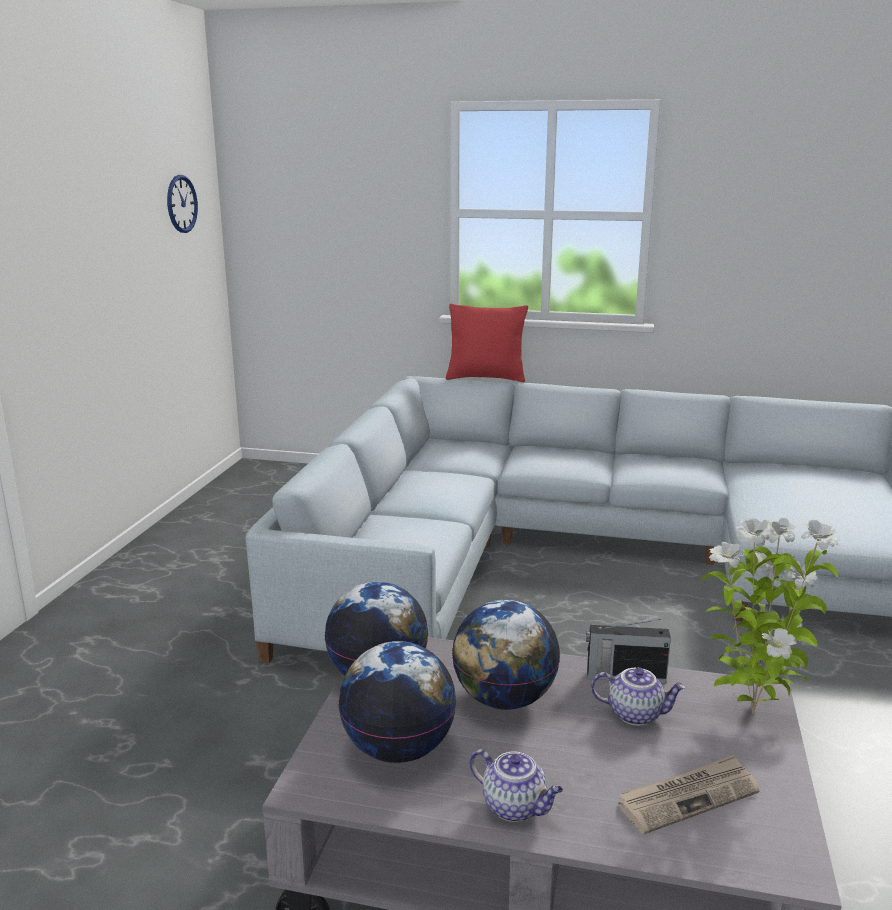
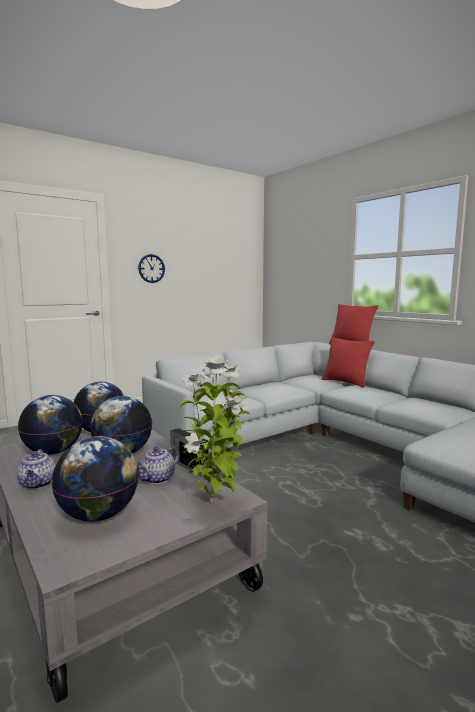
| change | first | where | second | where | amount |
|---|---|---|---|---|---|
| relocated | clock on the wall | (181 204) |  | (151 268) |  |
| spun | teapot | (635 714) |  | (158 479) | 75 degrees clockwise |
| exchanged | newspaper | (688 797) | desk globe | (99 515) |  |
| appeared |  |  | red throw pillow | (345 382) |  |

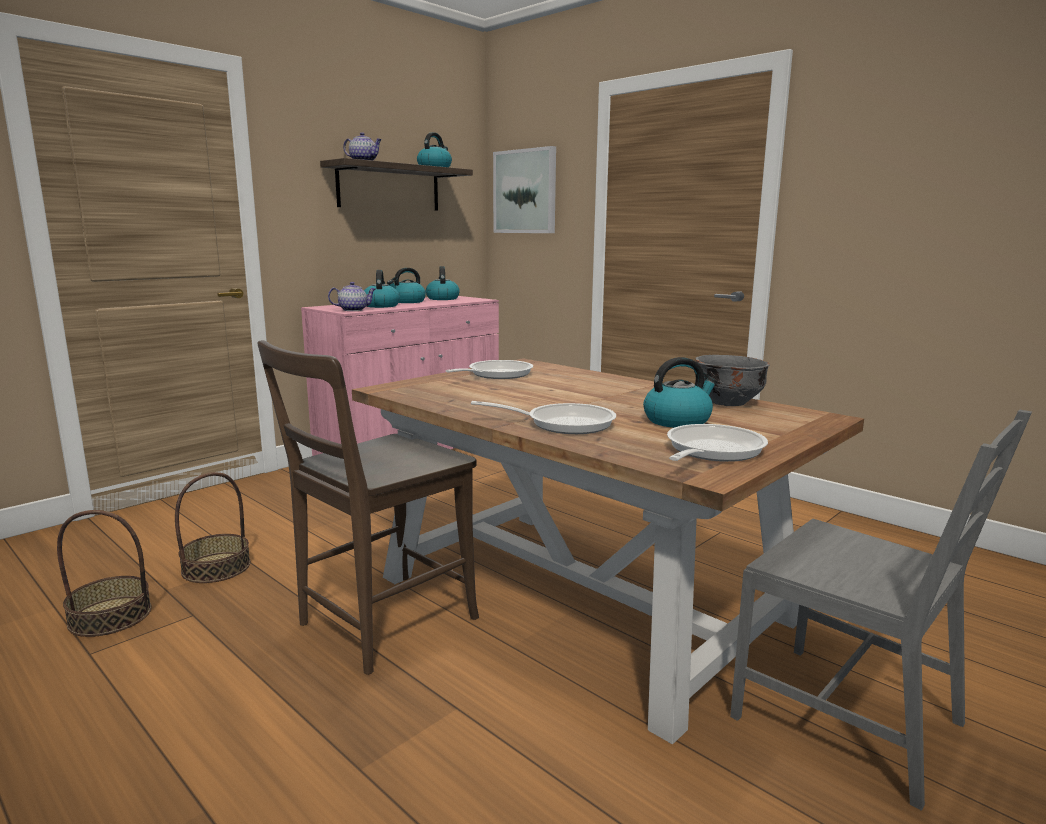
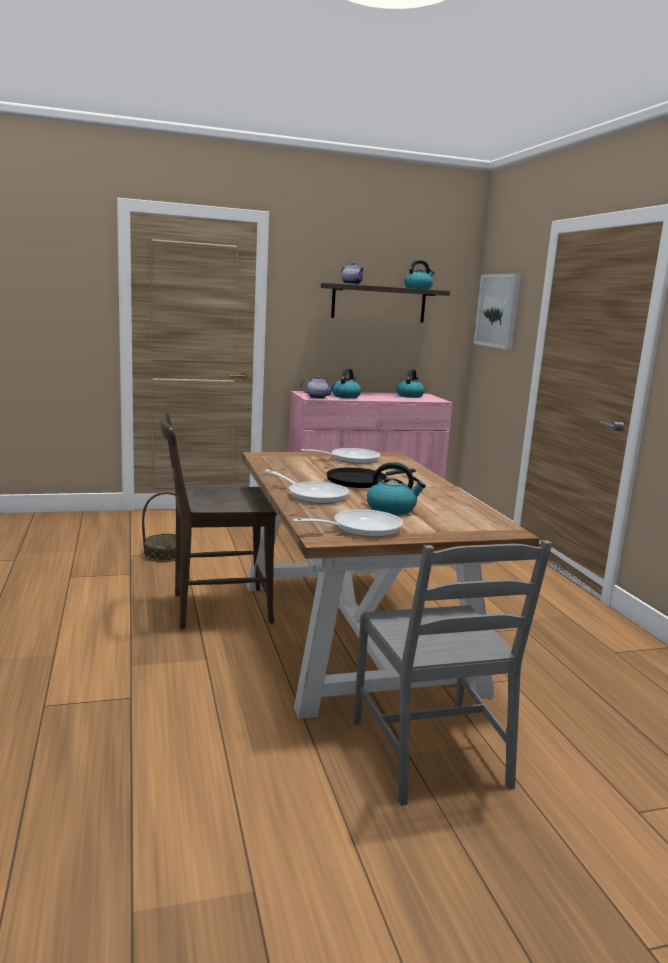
| change | first | where | second | where | amount |
|---|---|---|---|---|---|
| missing | basket | (110 616) |  |  |  |
| missing | kettle | (407 302) |  |  |  |
| missing | gray bowl | (727 402) |  |  |  |
| appeared |  |  | black-coloured frying pan | (360 481) |  |

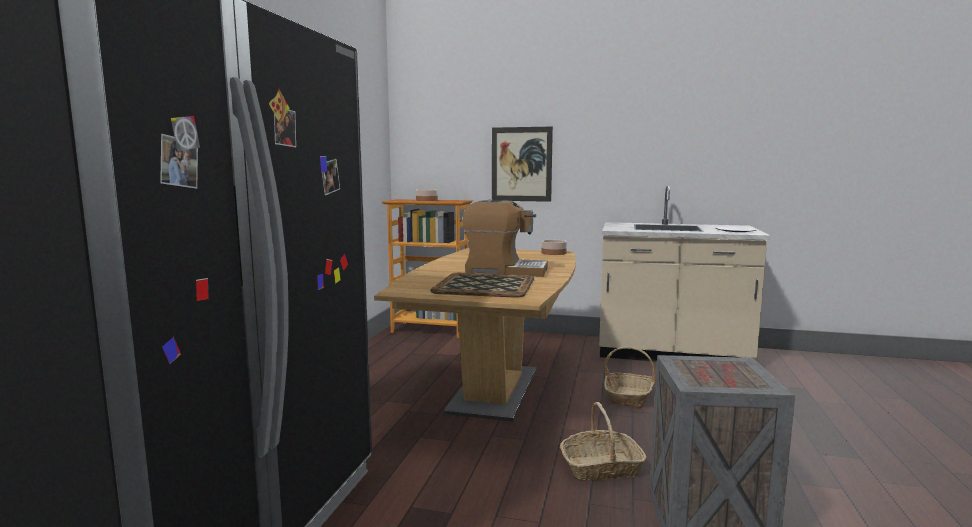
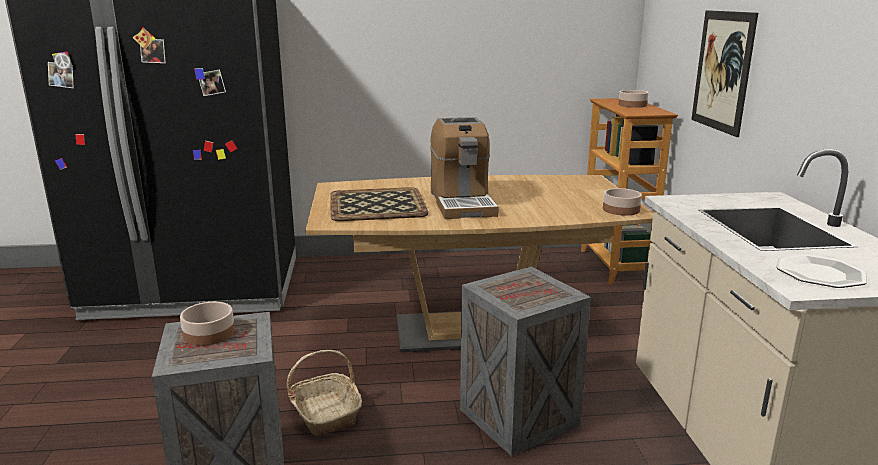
| change | first | where | second | where | amount |
|---|---|---|---|---|---|
| exchanged | basket | (629 396) | crate | (521 418) |  |
| appeared |  |  | bowl | (208 333) |  |

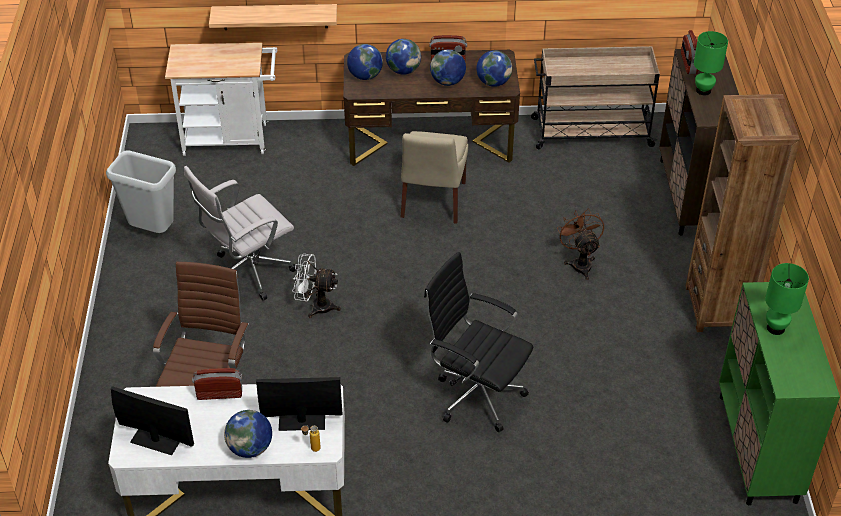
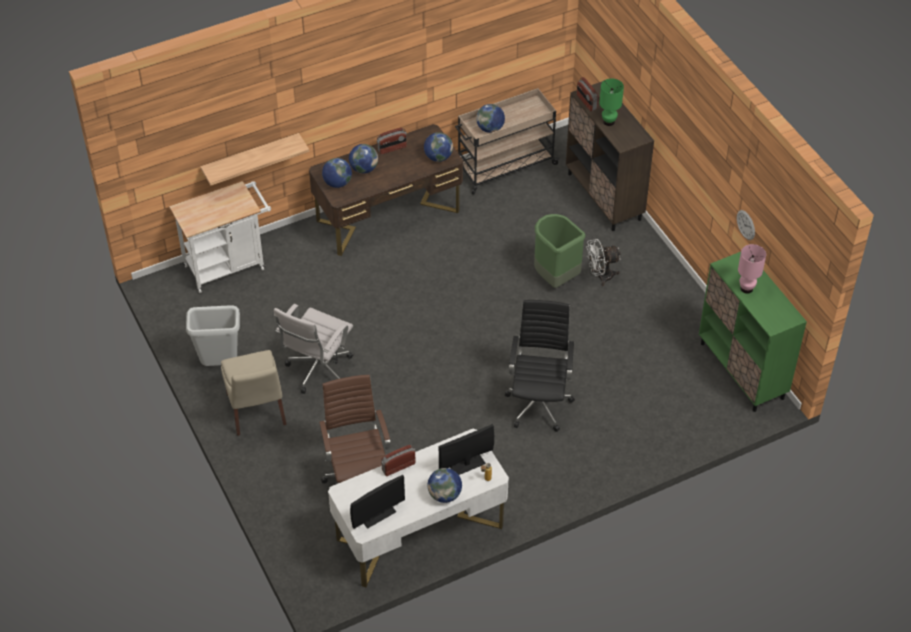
| change | first | where | second | where | amount |
|---|---|---|---|---|---|
| spun | computer screen | (155 441) |  | (377 514) | 150 degrees clockwise |
| relocated | white fan | (316 306) |  | (601 276) |  |
| relocated | sand-coloured plain chair | (432 202) |  | (256 411) |  |
| spun | black-coloured computer chair | (475 395) |  | (539 403) | 90 degrees clockwise |
| relocated | desk globe | (447 82) |  | (490 128) |  |
| exchanged | brown fan | (580 263) | green rubbish bin | (555 277) |  |
| missing | brown shelving unit | (718 308) |  |  |  |
| colour | green table lamp | (776 328) | pinkish table lamp | (746 288) |  |
| appeared |  |  | clock on the wall | (746 225) |  |

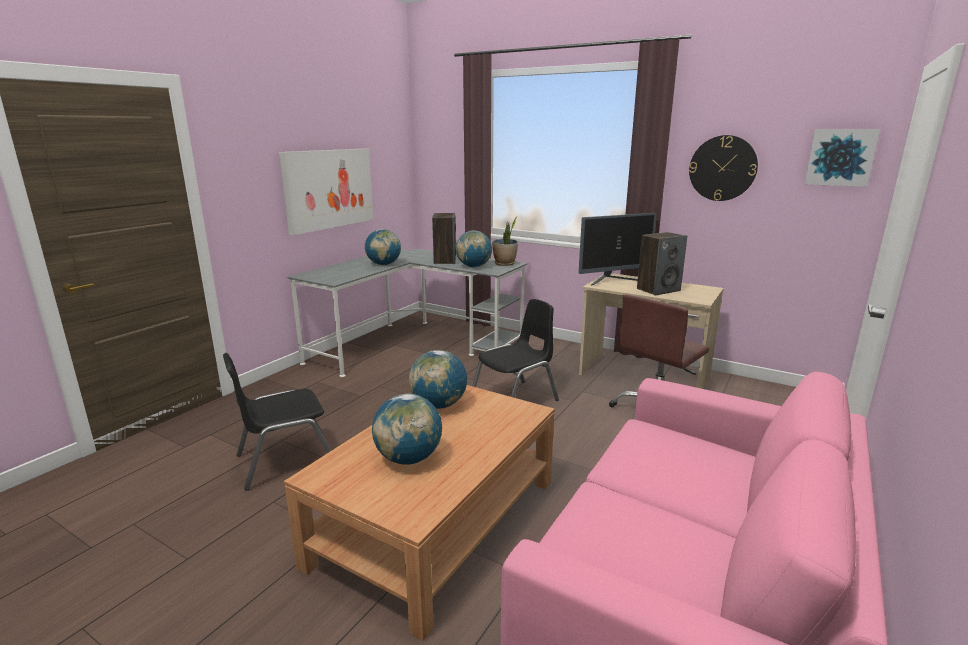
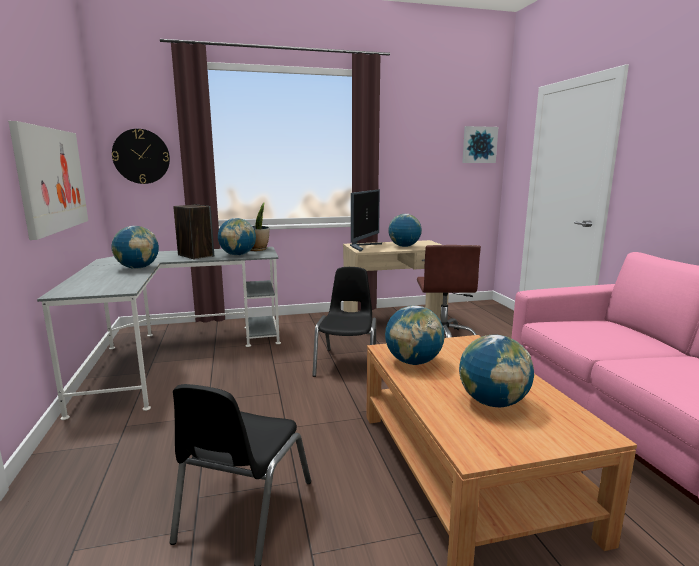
| change | first | where | second | where | amount |
|---|---|---|---|---|---|
| exchanged | speaker | (658 290) | desk globe | (404 246) |  |
| relocated | clock on the wall | (722 168) |  | (141 156) |  |

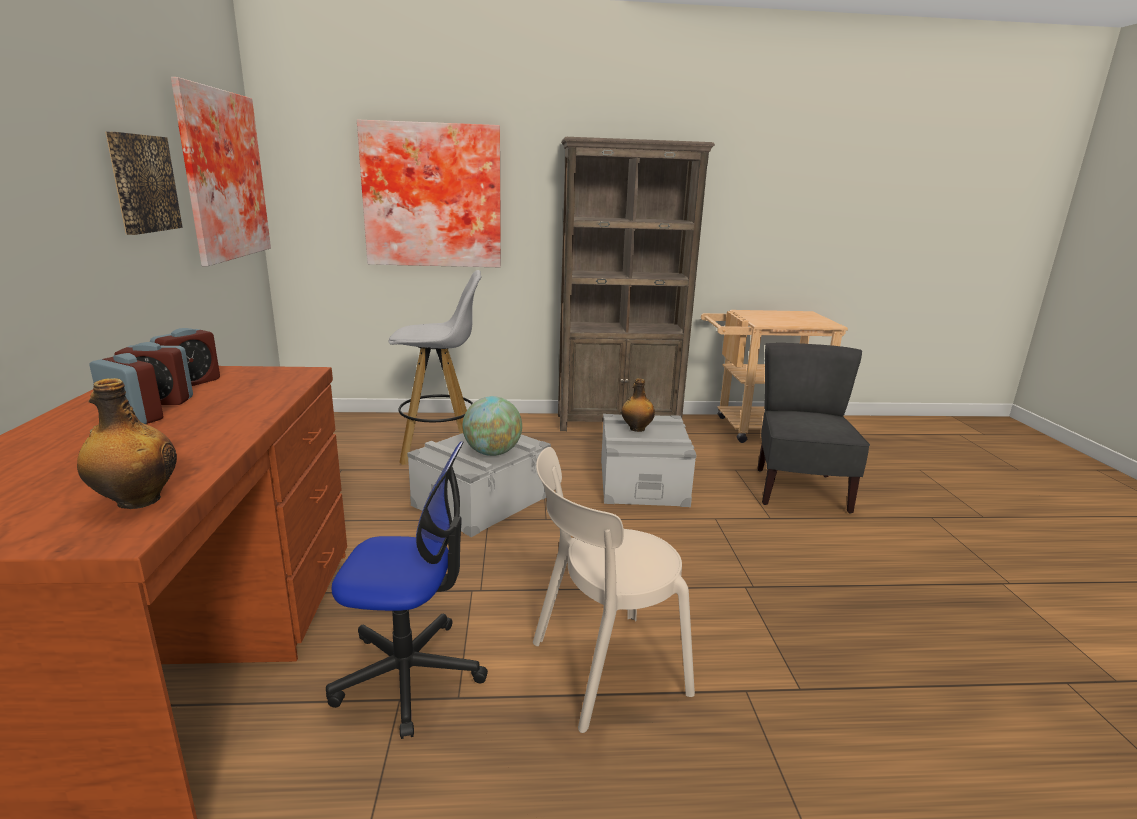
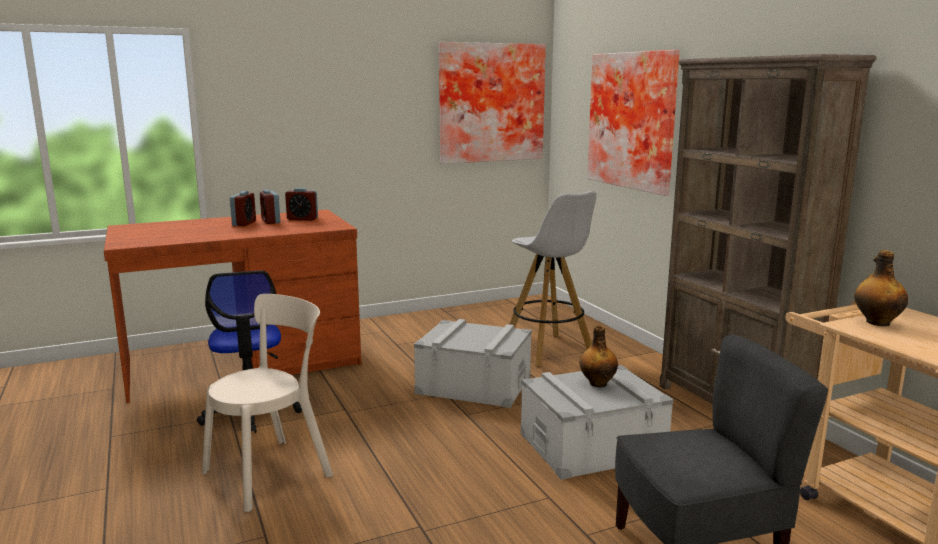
| change | first | where | second | where | amount |
|---|---|---|---|---|---|
| relocated | drink bottle | (137 501) |  | (876 322) |  |
| missing | wall picture | (143 183) |  |  |  |
| missing | desk globe | (492 453) |  |  |  |
| spun | sand-coloured plain chair | (602 670) |  | (273 471) | 90 degrees clockwise |

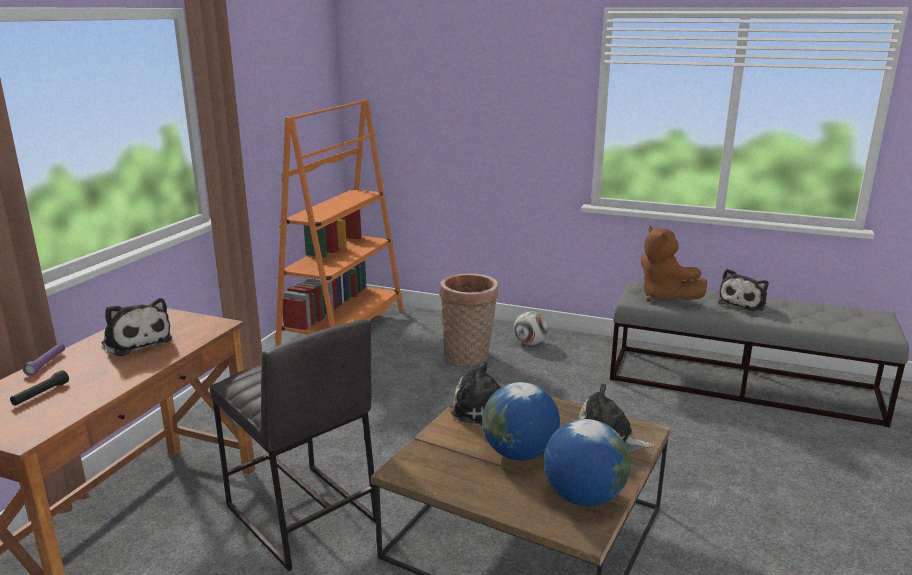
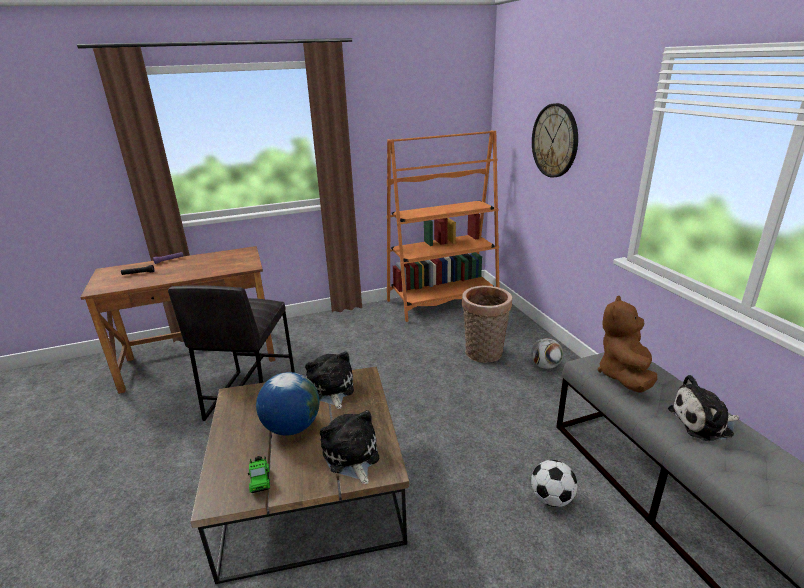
| change | first | where | second | where | amount |
|---|---|---|---|---|---|
| missing | plush toy | (136 341) |  |  |  |
| exchanged | desk globe | (583 497) | toy car | (260 480) |  |
| appeared |  |  | football | (551 498) |  |
| appeared |  |  | clock on the wall | (555 141) |  |

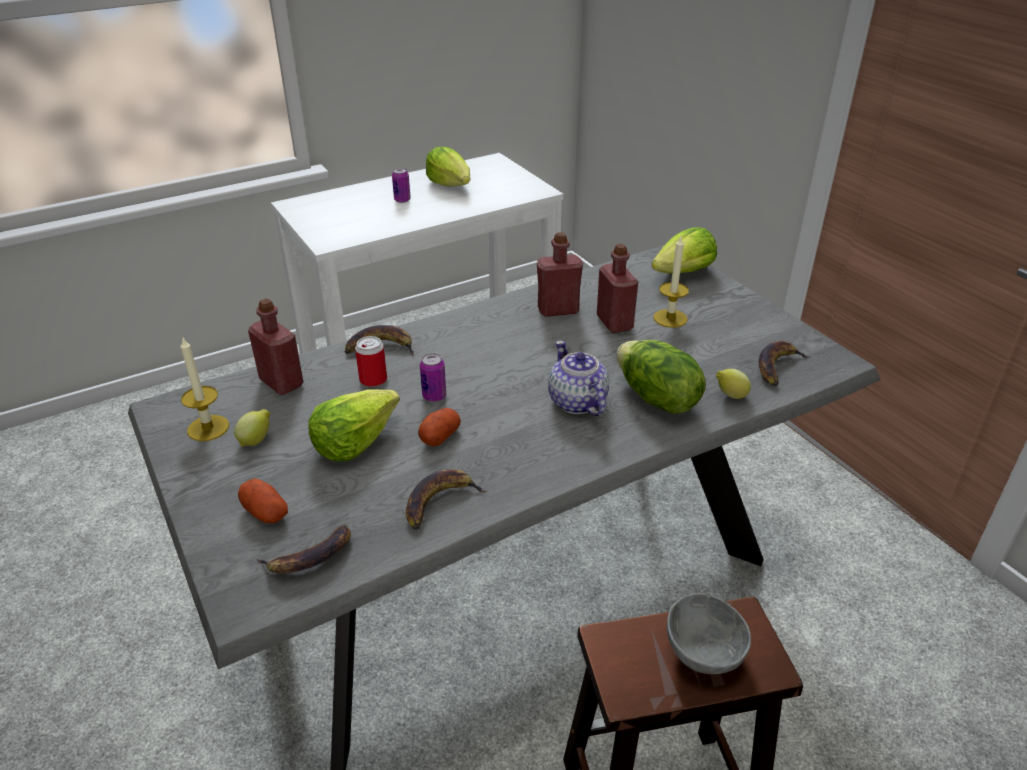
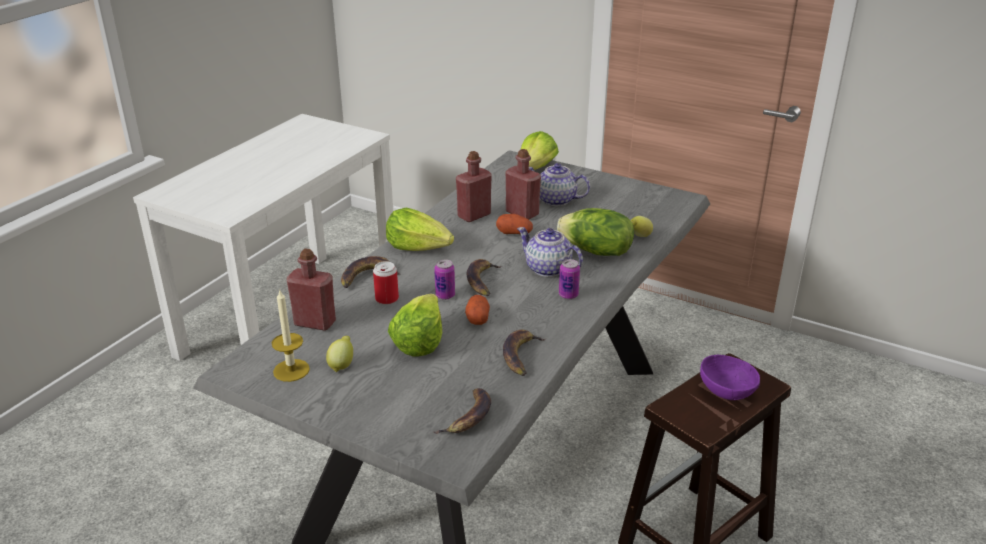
| change | first | where | second | where | amount |
|---|---|---|---|---|---|
| relocated | spud | (266 512) |  | (514 233) |  |
| relocated | sealed can | (402 200) |  | (568 295) |  |
| relocated | head of lettuce | (450 184) |  | (419 247) |  |
| exchanged | candle | (670 318) | teapot | (556 200) |  |
| colour | gray bowl | (705 650) | purple bowl | (727 390) |  |
| relocated | banana | (777 367) |  | (482 281) |  |

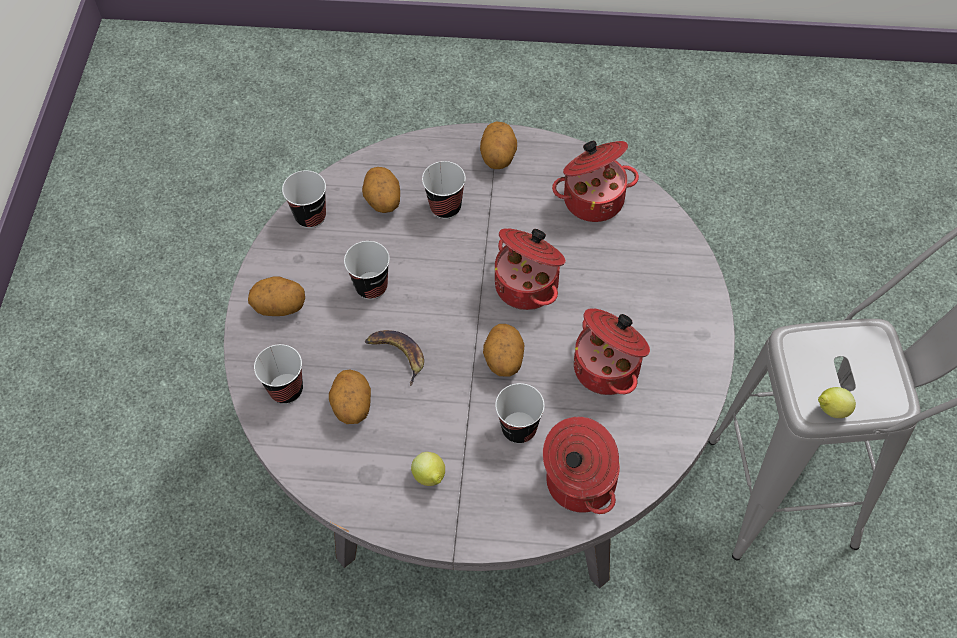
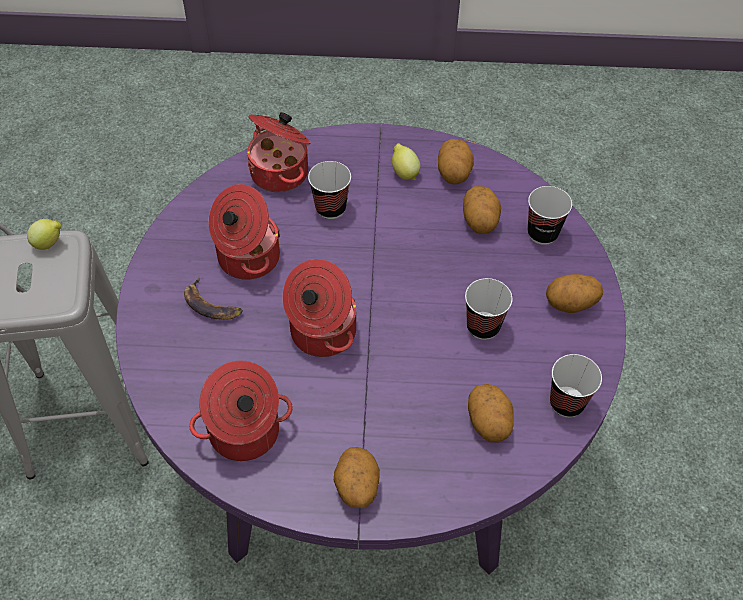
| change | first | where | second | where | amount |
|---|---|---|---|---|---|
| colour | gray dinner table | (482 452) | purple dinner table | (369 446) |  |
| relocated | banana | (397 355) |  | (211 304) |  |
| missing | cup | (445 207) |  |  |  |
| relocated | spud | (503 360) |  | (454 173) |  |

